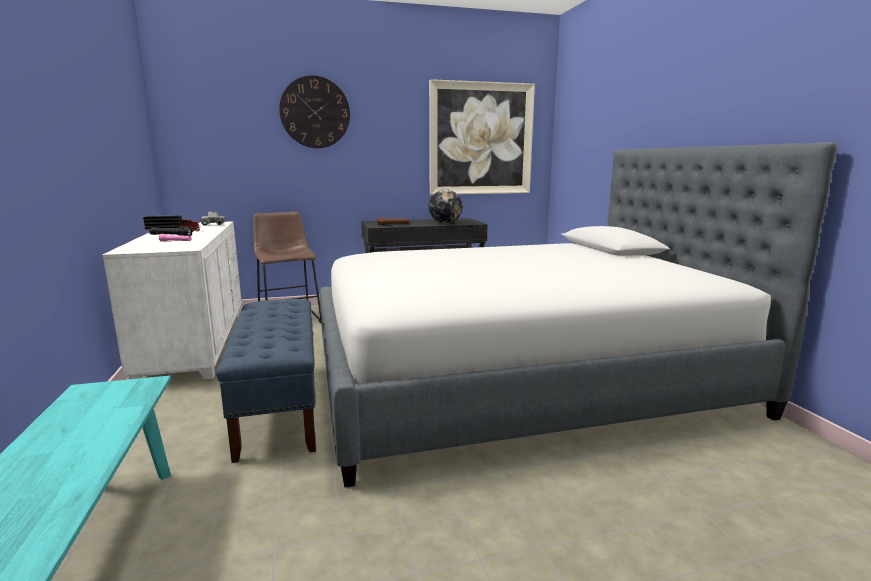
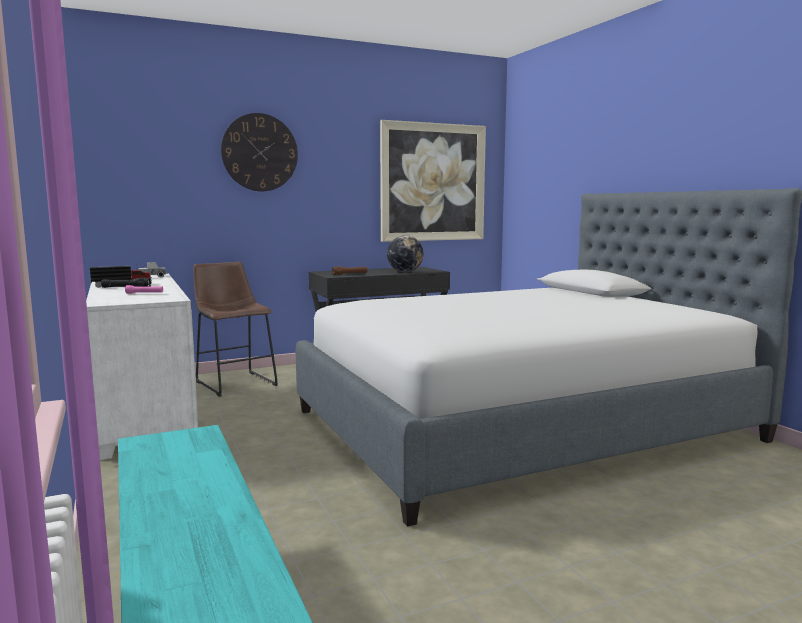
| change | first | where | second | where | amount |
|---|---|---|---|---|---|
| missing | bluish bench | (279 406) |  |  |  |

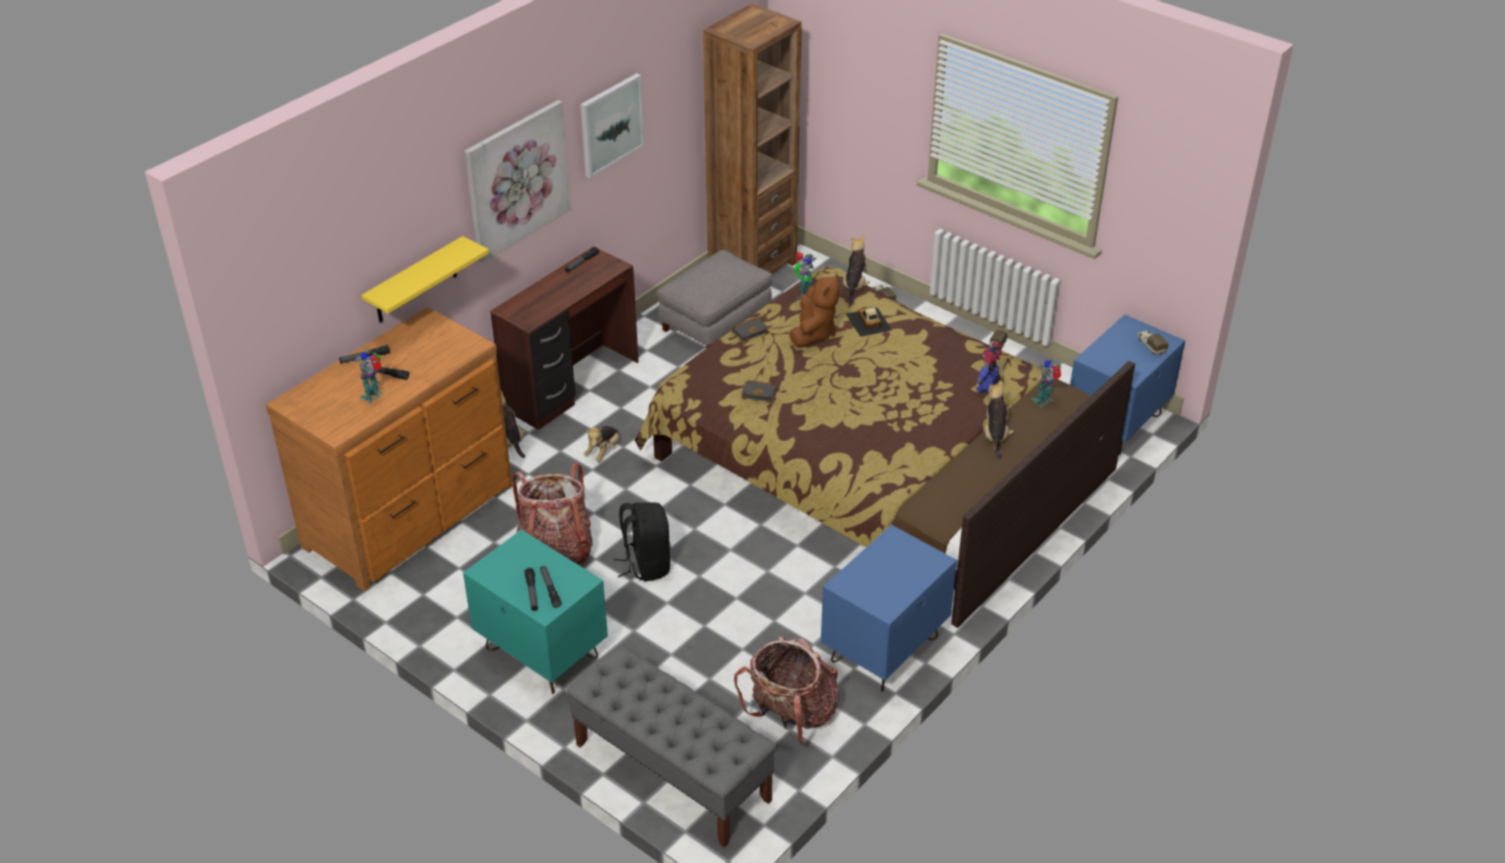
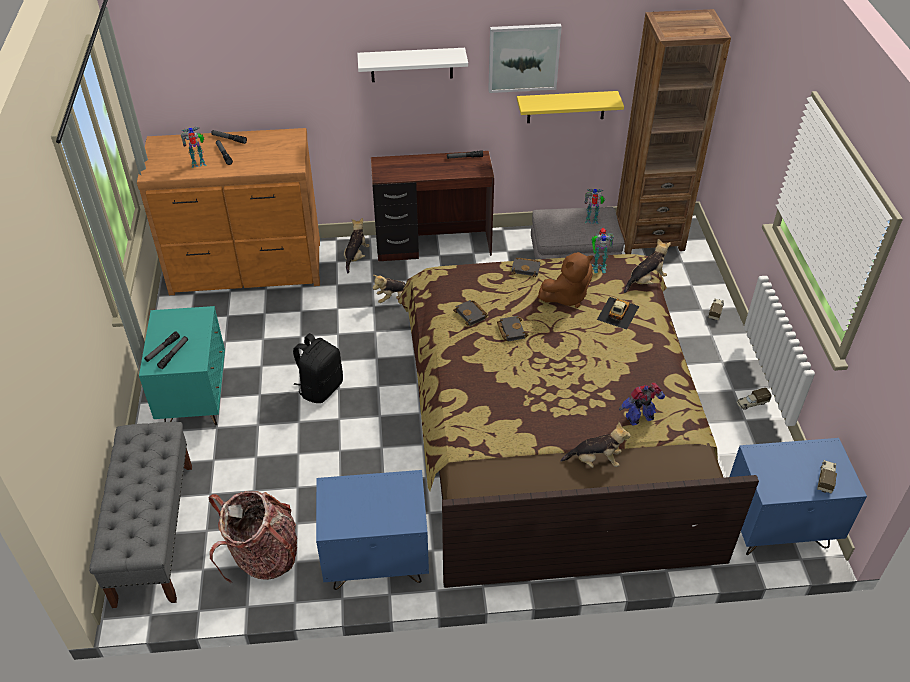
| change | first | where | second | where | amount |
|---|---|---|---|---|---|
| relocated | yellow wall shelf | (415 281) |  | (566 107) |  |
| exchanged | wall picture | (517 180) | white wall shelf | (411 65) |  |
| missing | backpack | (555 550) |  |  |  |
| spun | plush toy | (995 435) |  | (595 461) | 45 degrees clockwise |
| relocated | robot figure | (1044 401) |  | (592 221) |  |
| appeared |  |  | black-coloured bound book | (510 330) |  |

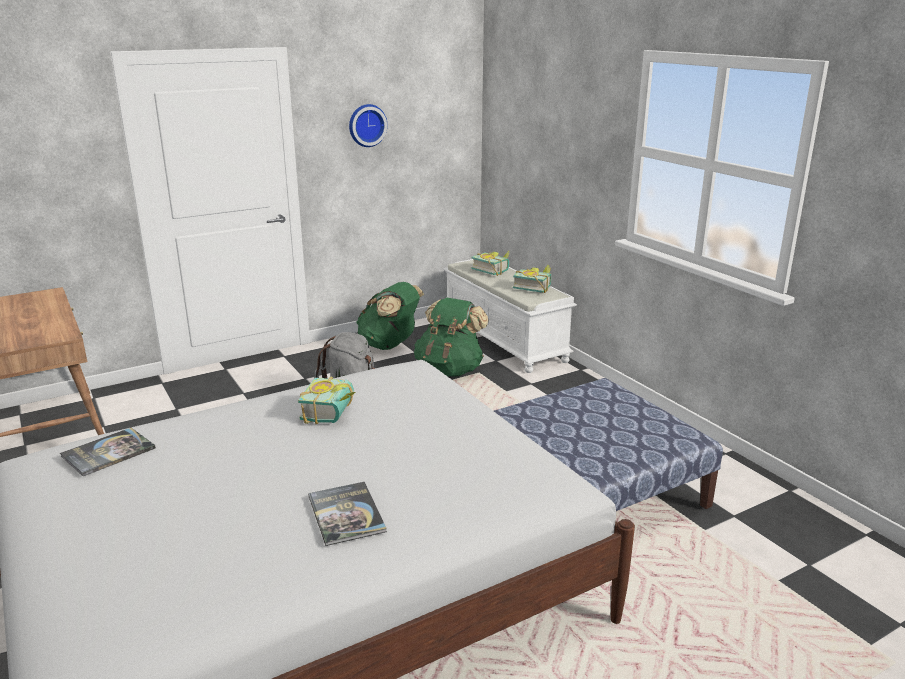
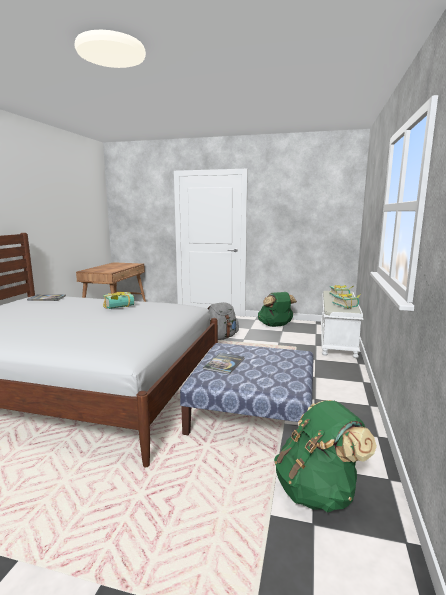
| change | first | where | second | where | amount |
|---|---|---|---|---|---|
| relocated | bound book | (346 514) |  | (224 364) |  |
| missing | clock on the wall | (366 125) |  |  |  |
| relocated | green backpack | (450 370) |  | (318 491) |  |

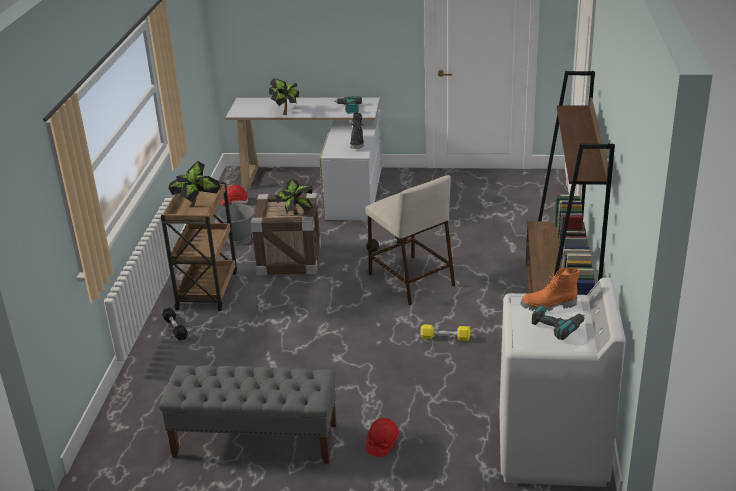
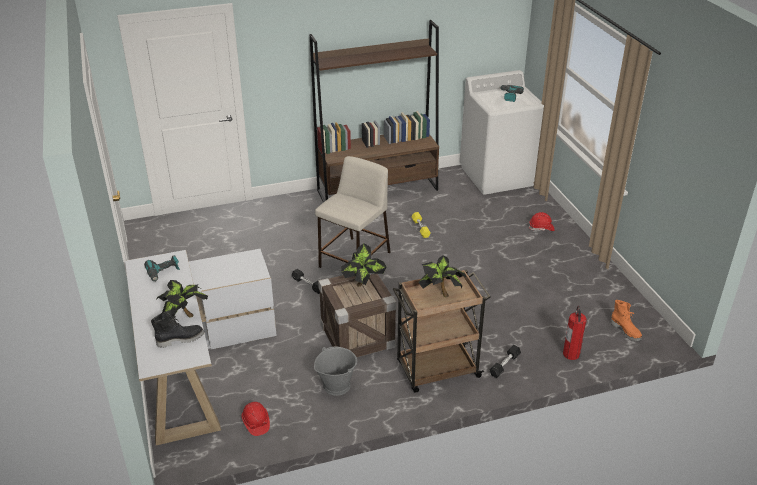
| change | first | where | second | where | amount |
|---|---|---|---|---|---|
| missing | gray bench | (255 440) |  |  |  |
| relocated | black-coloured high-top boot | (357 143) |  | (180 339) |  |
| relocated | orangey high-top boot | (549 306) |  | (626 331) |  |
| appeared |  |  | extinguisher | (571 354) |  |

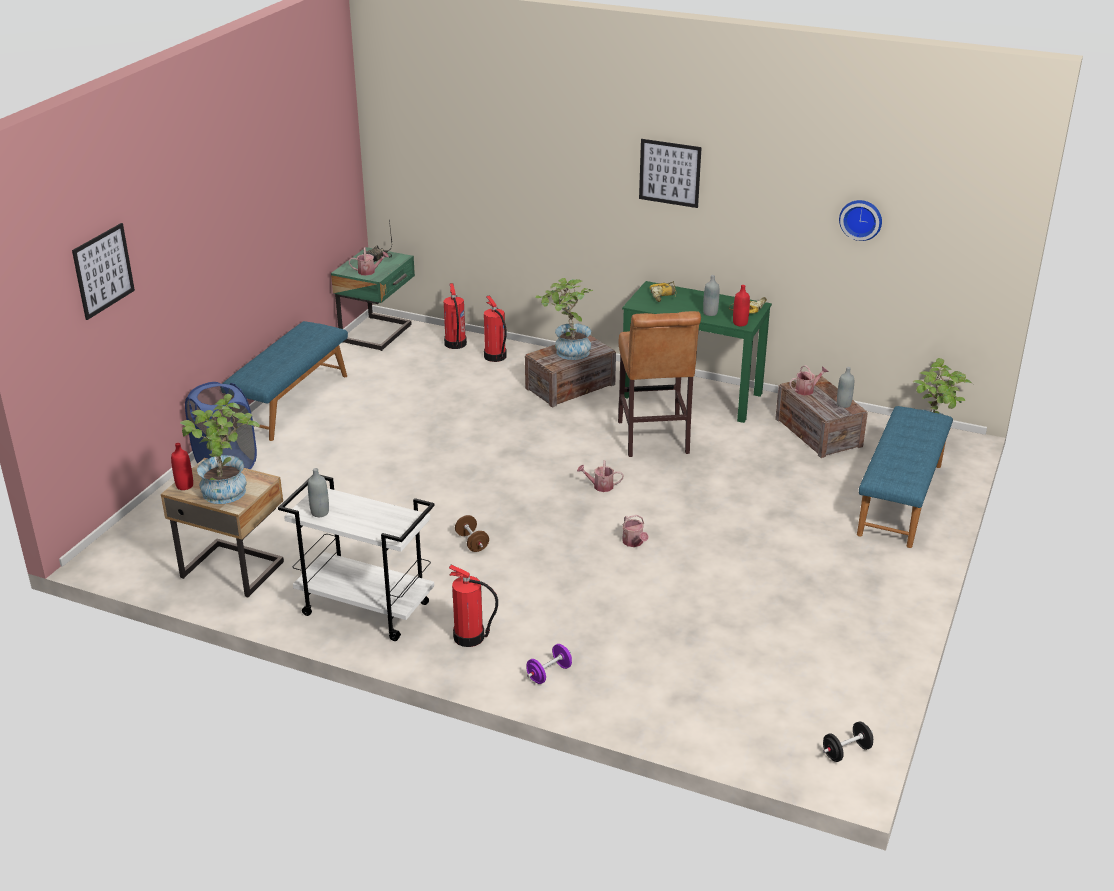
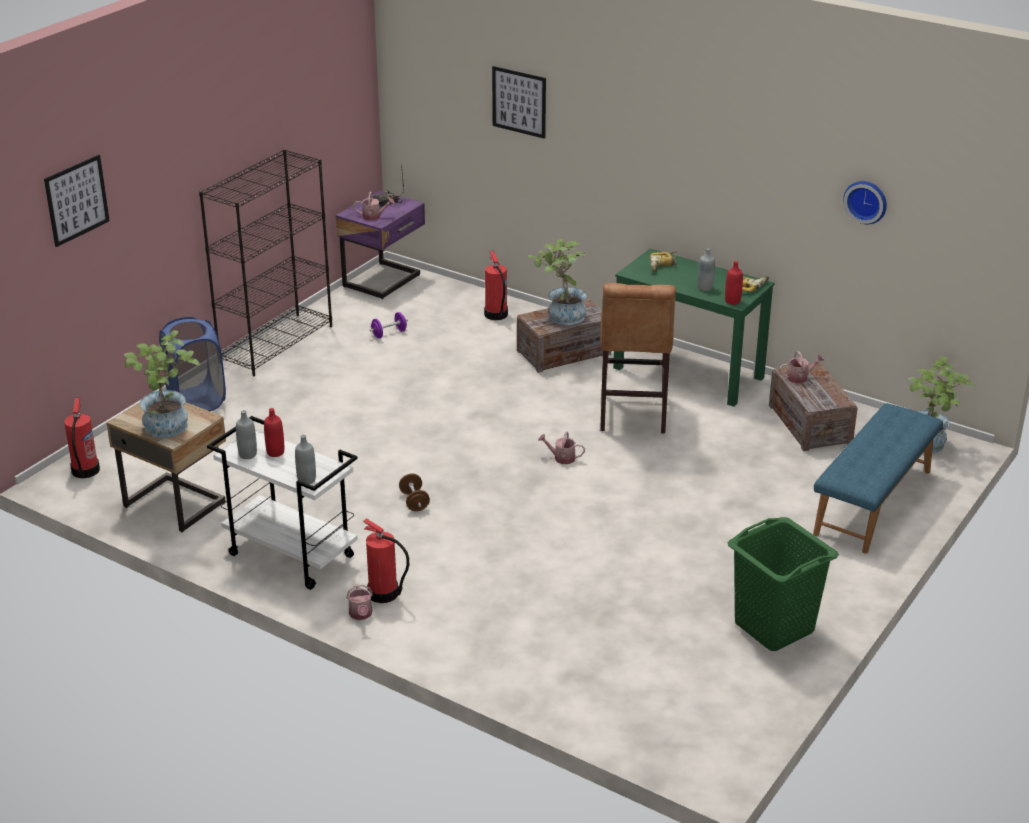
| change | first | where | second | where | amount |
|---|---|---|---|---|---|
| relocated | red drink bottle | (184 486) |  | (275 452) |  |
| exchanged | bluish bench | (290 402) | black-coloured shelving unit | (276 344) |  |
| colour | green night table | (378 334) | purple night table | (384 281) |  |
| relocated | extinguisher | (455 344) |  | (85 471) |  |
| relocated | purple hand weight | (549 673) |  | (389 334) |  |
| relocated | sprinkling can | (634 543) |  | (361 615) |  |
| relocated | wall picture | (669 173) |  | (519 102) |  |
| missing | black-coloured hand weight | (846 752) |  |  |  |
| relocated | gray drink bottle | (843 404) |  | (306 480) |  |
| appeared |  |  | green laundry basket | (774 627) |  |

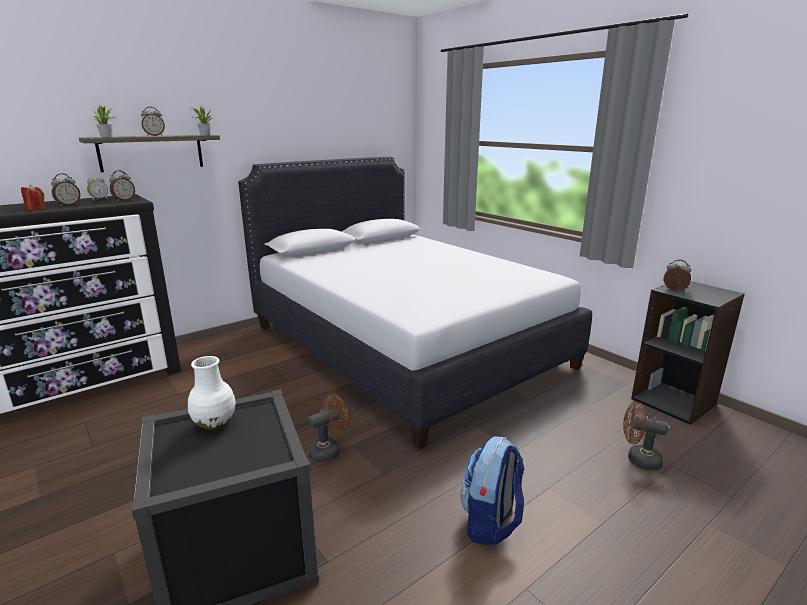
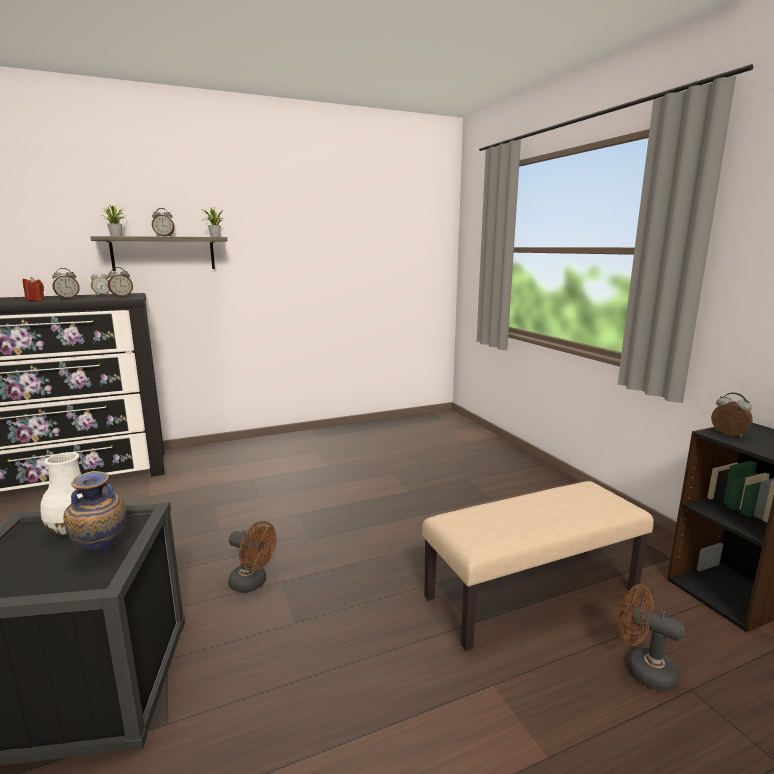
| change | first | where | second | where | amount |
|---|---|---|---|---|---|
| missing | white bed | (404 346) |  |  |  |
| spun | brown fan | (329 450) |  | (253 583) | 45 degrees clockwise |
| missing | backpack | (491 523) |  |  |  |
| appeared |  |  | flower vase | (101 554) |  |
| appeared |  |  | sand-coloured bench | (532 593) |  |

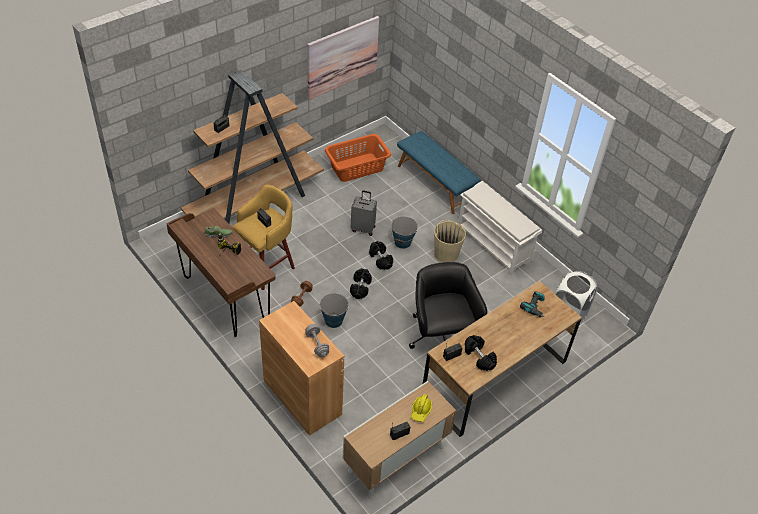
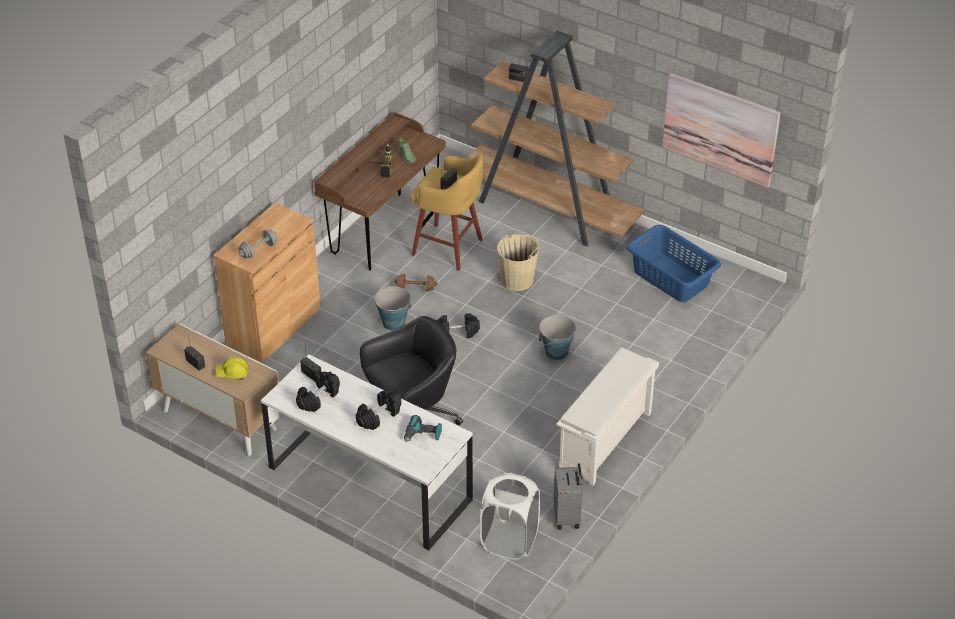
| change | first | where | second | where | amount |
|---|---|---|---|---|---|
| colour | orangey laundry basket | (356 167) | bluish laundry basket | (671 277) |  |
| relocated | gray suitcase | (363 228) |  | (567 516) |  |
| relocated | black-coloured hand weight | (380 259) |  | (379 416) |  |
| missing | bluish bench | (435 183) |  |  |  |
| colour | brown desk table | (494 378) | white desk table | (370 483) |  |
| relocated | sand-coloured water bucket | (446 254) |  | (517 280) |  |

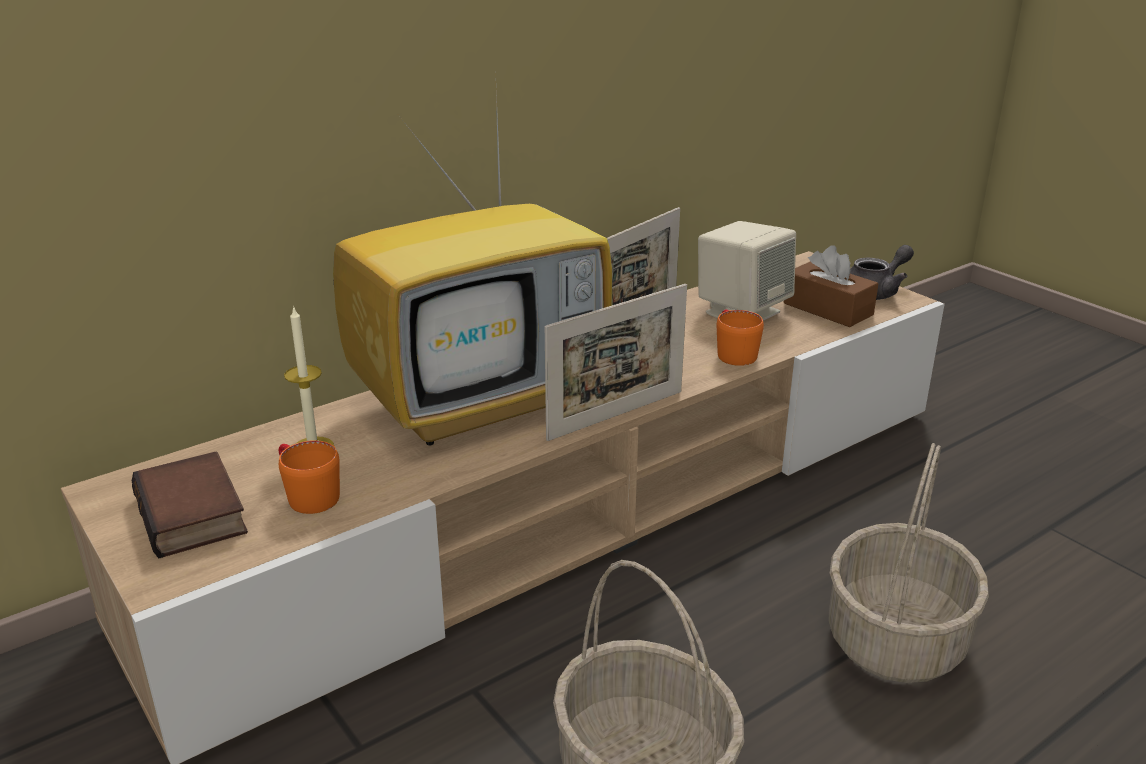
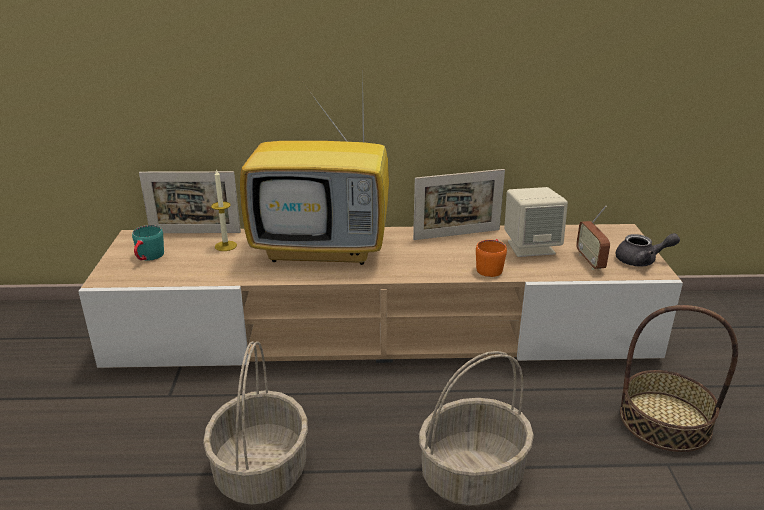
| change | first | where | second | where | amount |
|---|---|---|---|---|---|
| exchanged | bound book | (195 514) | turquoise mug | (148 257) |  |
| missing | orangey mug | (306 495) |  |  |  |
| relocated | standing frame | (616 415) |  | (195 232) |  |
| exchanged | brown tissue box | (828 309) | radio | (590 261) |  |
| appeared |  |  | basket | (665 420) |  |

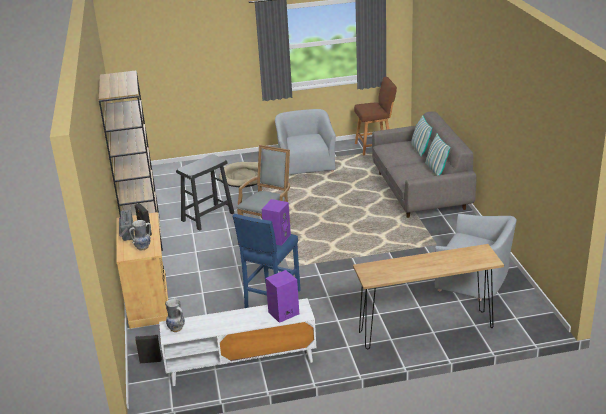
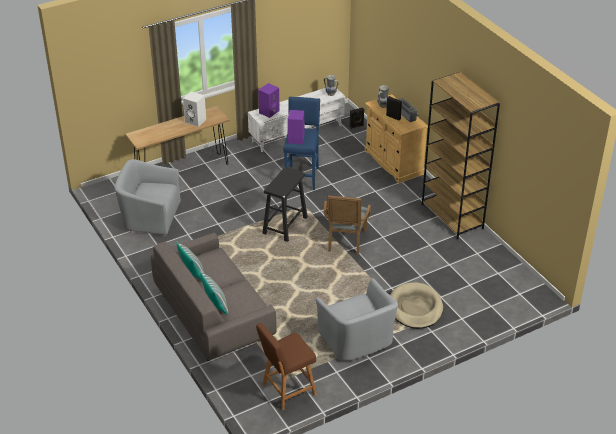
| change | first | where | second | where | amount |
|---|---|---|---|---|---|
| relocated | black-coloured sitting stool | (207 217) |  | (285 225) |  |
| appeared |  |  | white speaker | (196 121) |  |

